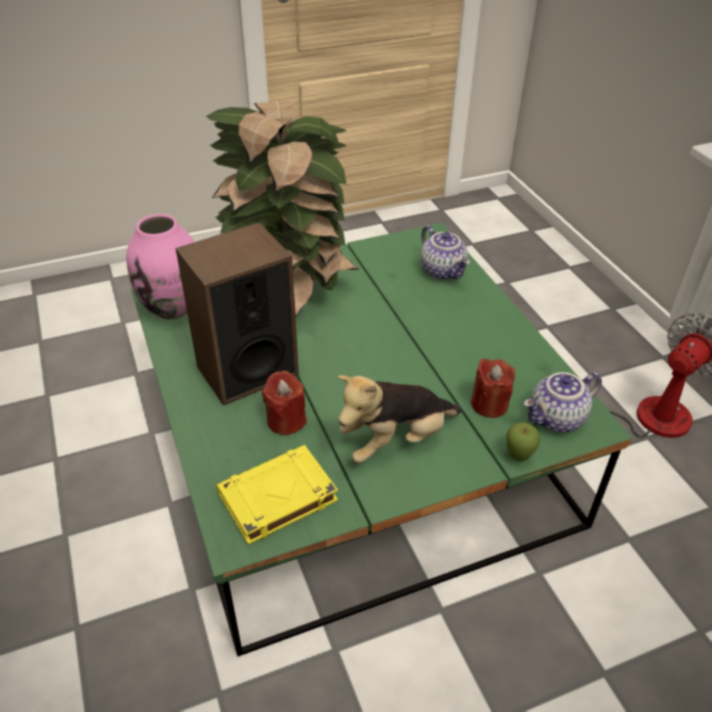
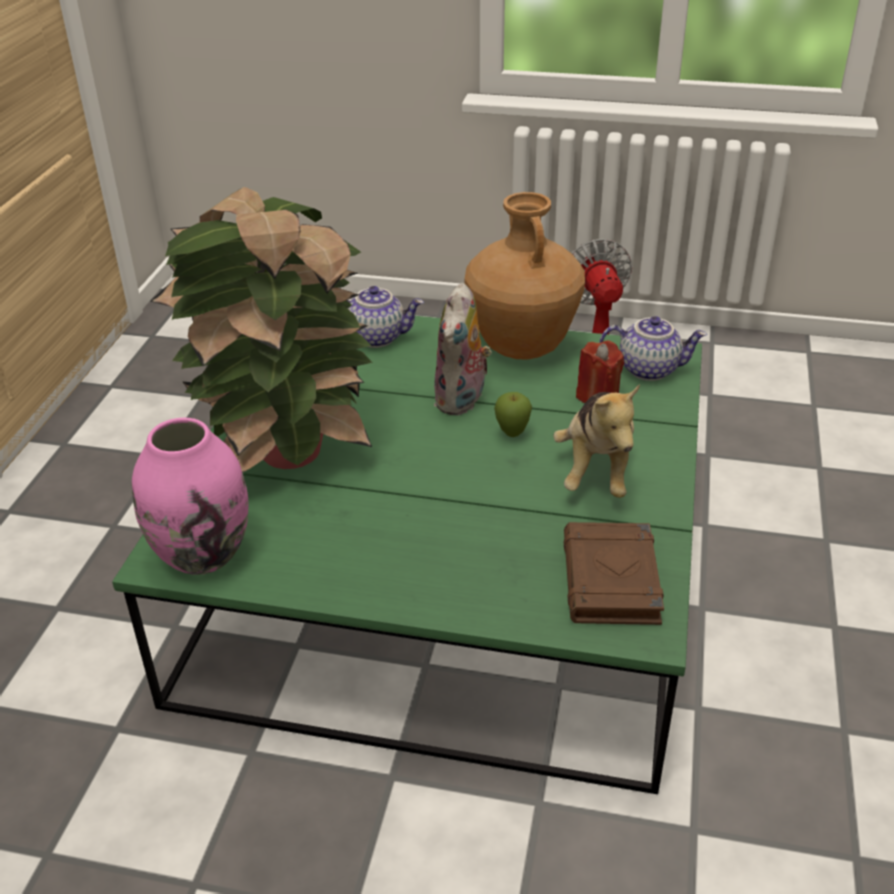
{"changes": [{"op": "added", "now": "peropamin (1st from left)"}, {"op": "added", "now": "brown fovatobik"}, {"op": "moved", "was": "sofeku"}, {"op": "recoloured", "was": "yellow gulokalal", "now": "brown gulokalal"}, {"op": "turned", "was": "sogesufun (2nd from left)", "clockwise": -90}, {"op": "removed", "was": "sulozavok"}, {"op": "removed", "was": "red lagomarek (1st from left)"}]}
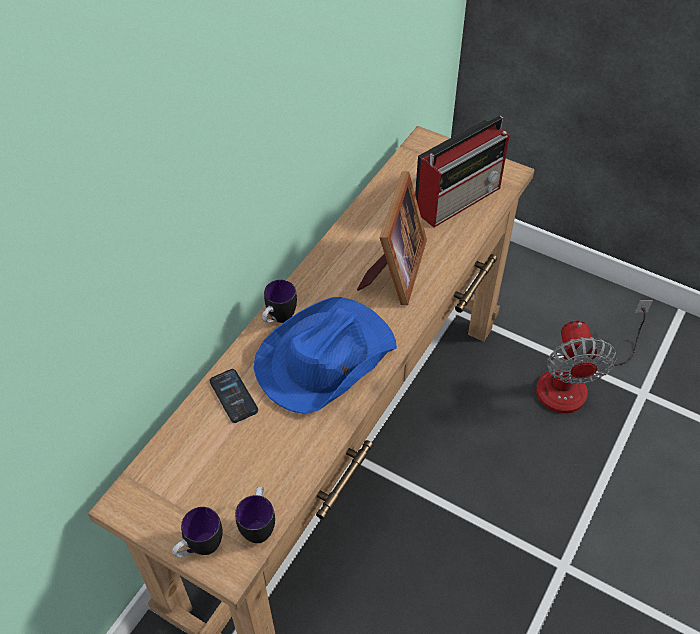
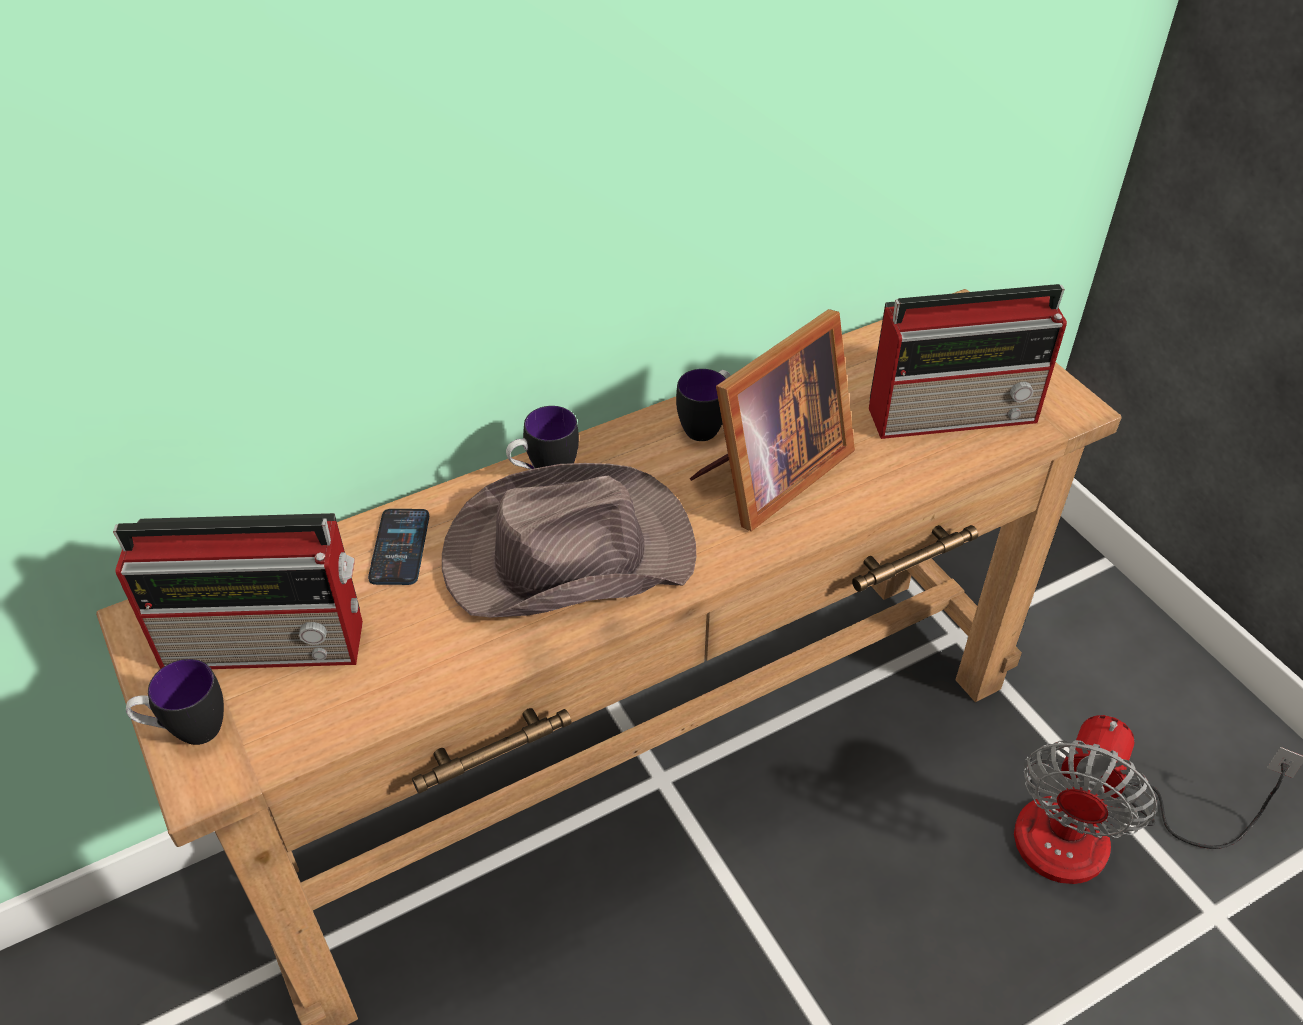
{"changes": [{"op": "added", "now": "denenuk (1st from left)"}, {"op": "recoloured", "was": "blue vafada", "now": "brown vafada"}, {"op": "moved", "was": "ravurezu (2nd from left in the first image)", "now": "ravurezu (3rd from left)"}]}
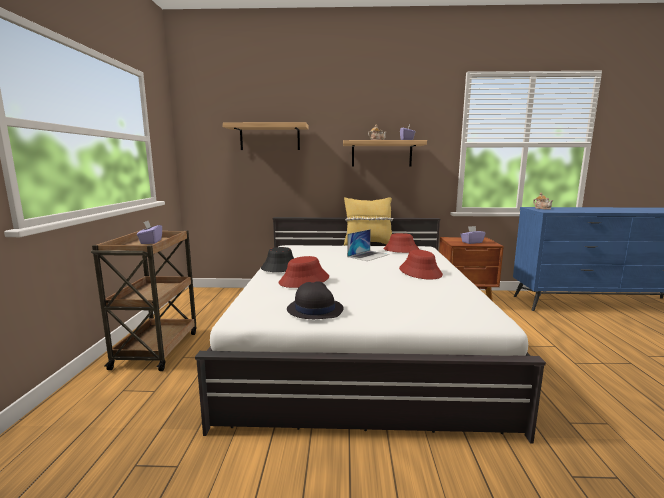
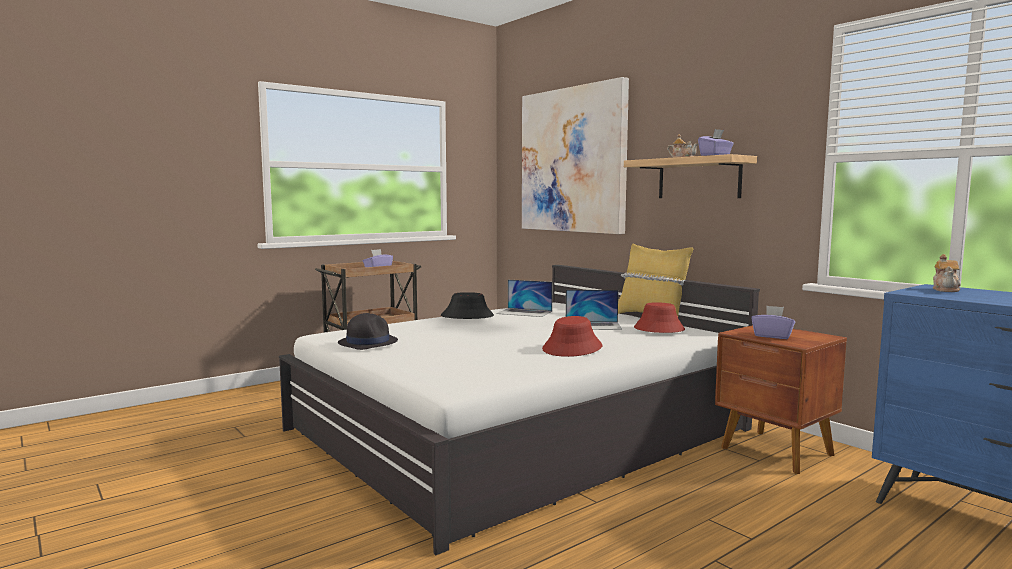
{"changes": [{"op": "added", "now": "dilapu (1st from left)"}, {"op": "replaced", "was": "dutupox (1st from left)", "now": "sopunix"}, {"op": "removed", "was": "red vafada (1st from left)"}]}
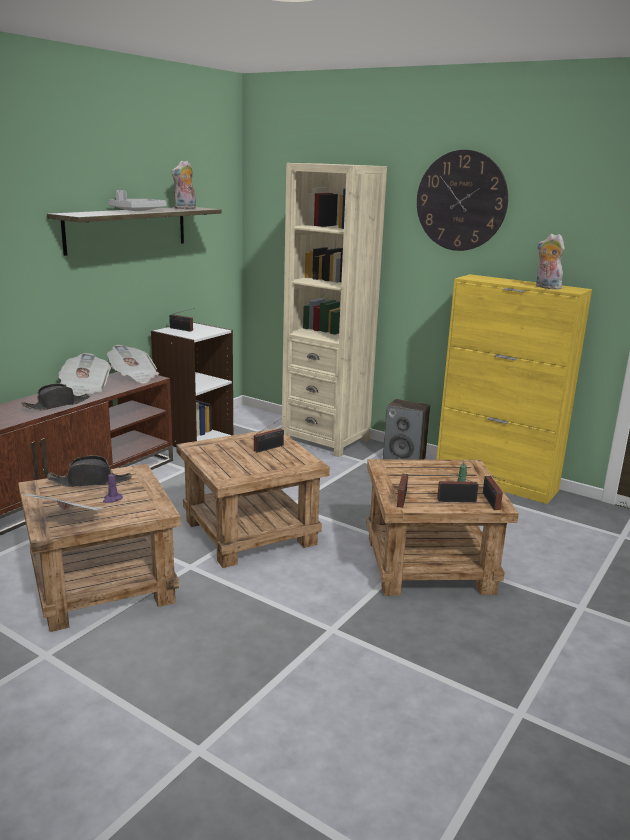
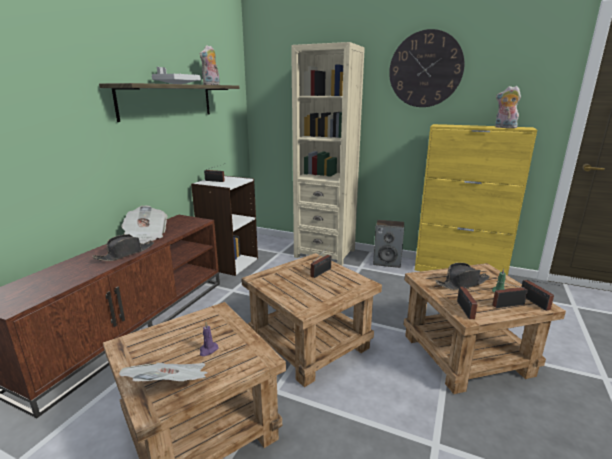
{"changes": [{"op": "moved", "was": "black vafada (2nd from left)"}, {"op": "removed", "was": "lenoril (3rd from left)"}]}
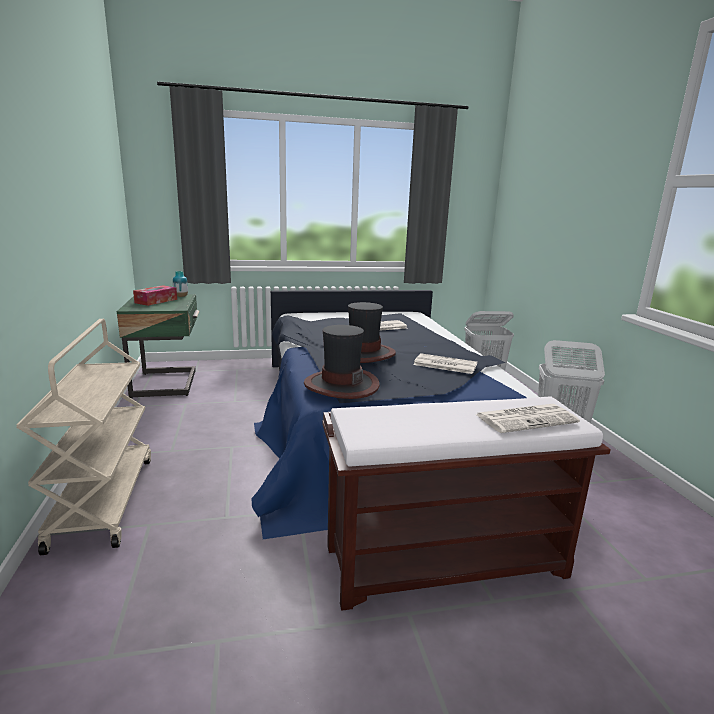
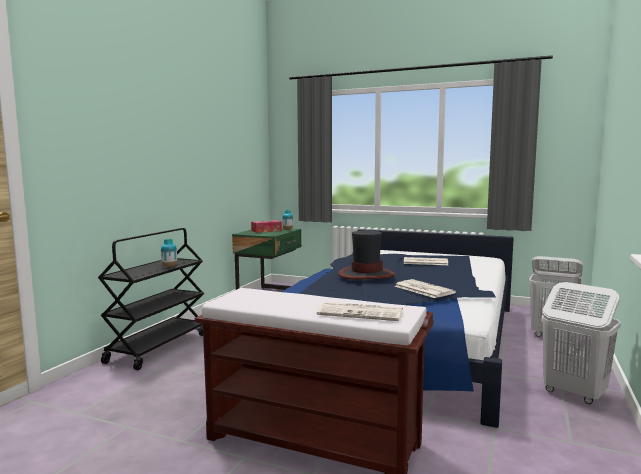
{"changes": [{"op": "recoloured", "was": "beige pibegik", "now": "black pibegik"}, {"op": "added", "now": "fovatobik (1st from left)"}, {"op": "removed", "was": "vafada (1st from left)"}]}
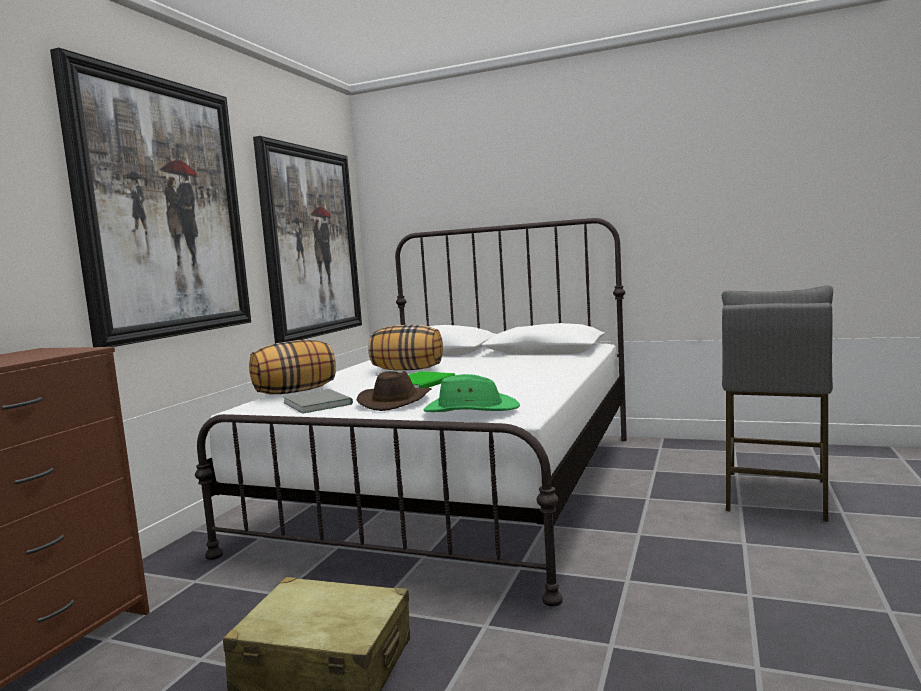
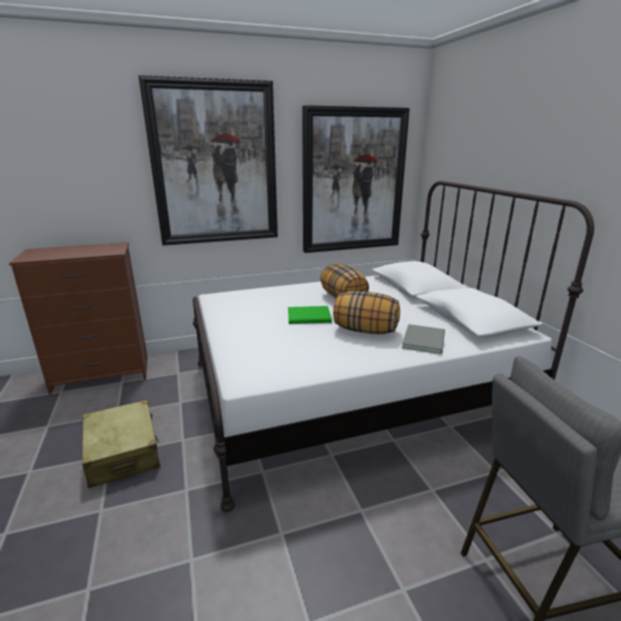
{"changes": [{"op": "moved", "was": "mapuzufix (1st from left in the first image)", "now": "mapuzufix (2nd from left)"}, {"op": "moved", "was": "grey gulokalal"}, {"op": "removed", "was": "brown vafada"}, {"op": "removed", "was": "green vafada"}]}
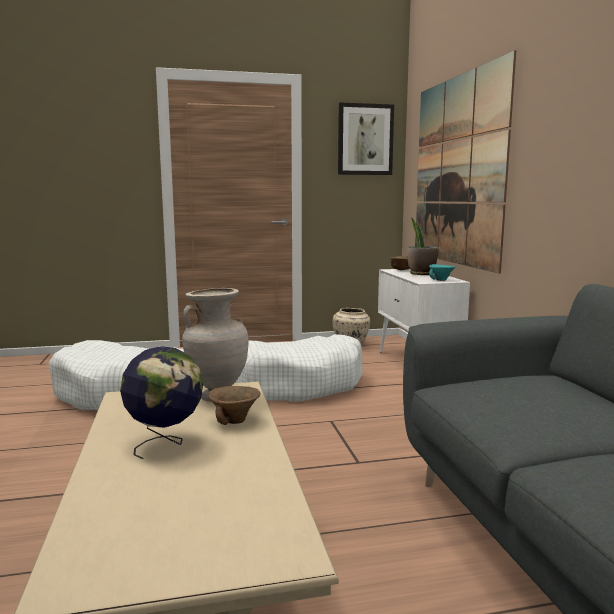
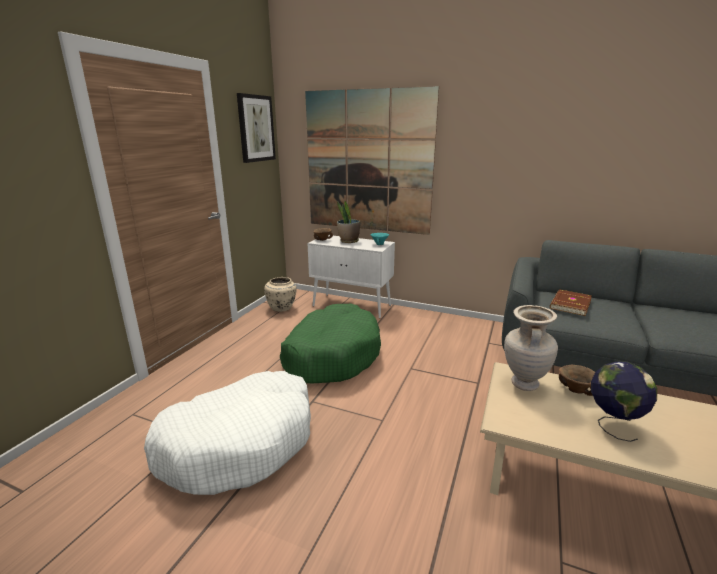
{"changes": [{"op": "recoloured", "was": "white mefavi (2nd from left)", "now": "green mefavi"}, {"op": "added", "now": "brown gulokalal"}]}
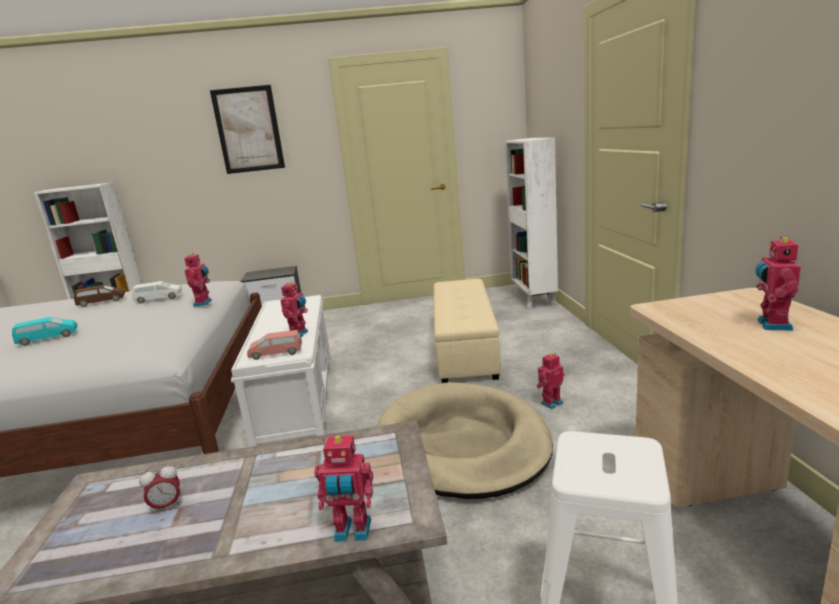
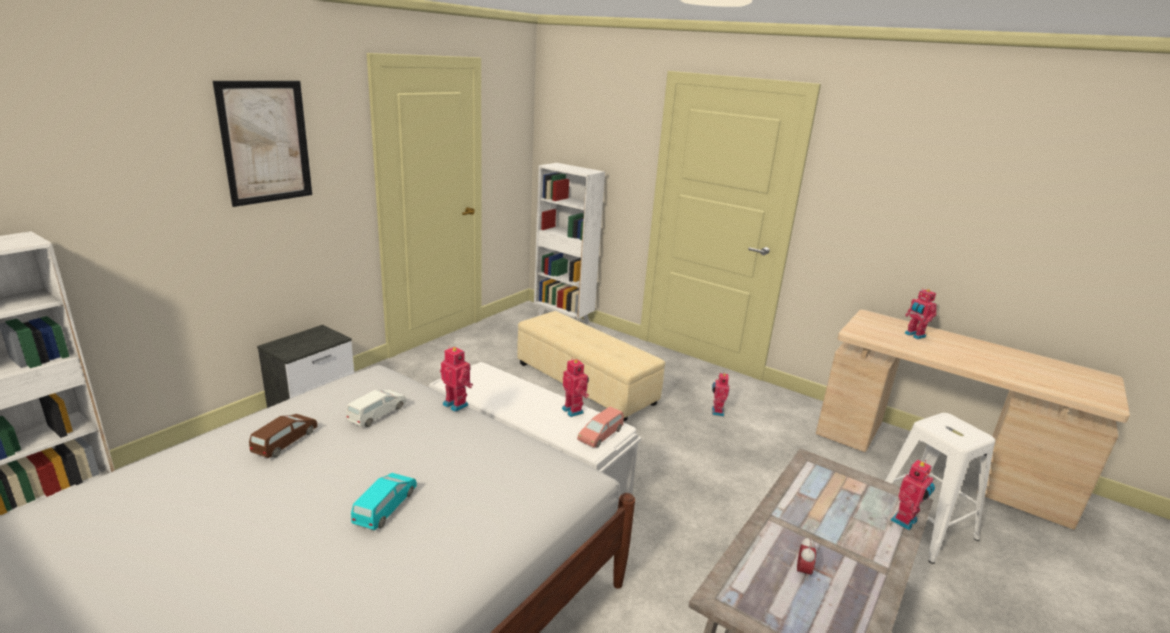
{"changes": [{"op": "removed", "was": "beige mefavi"}]}
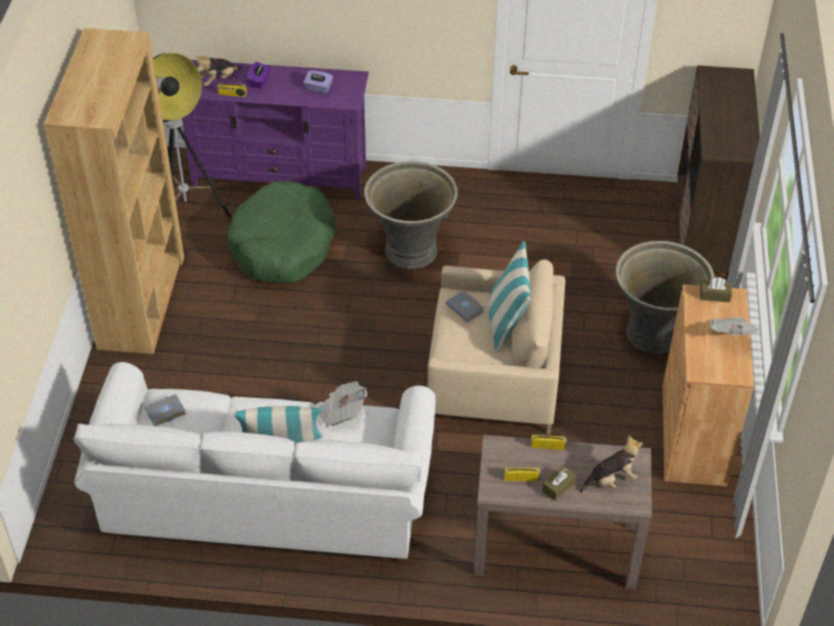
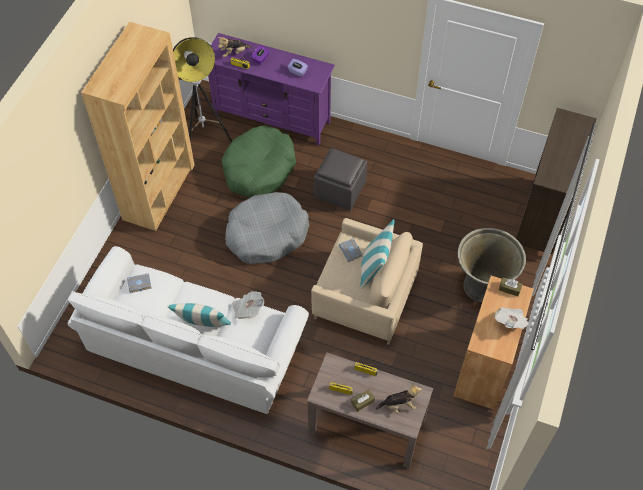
{"changes": [{"op": "added", "now": "grey mefavi"}, {"op": "replaced", "was": "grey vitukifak (1st from left)", "now": "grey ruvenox"}]}
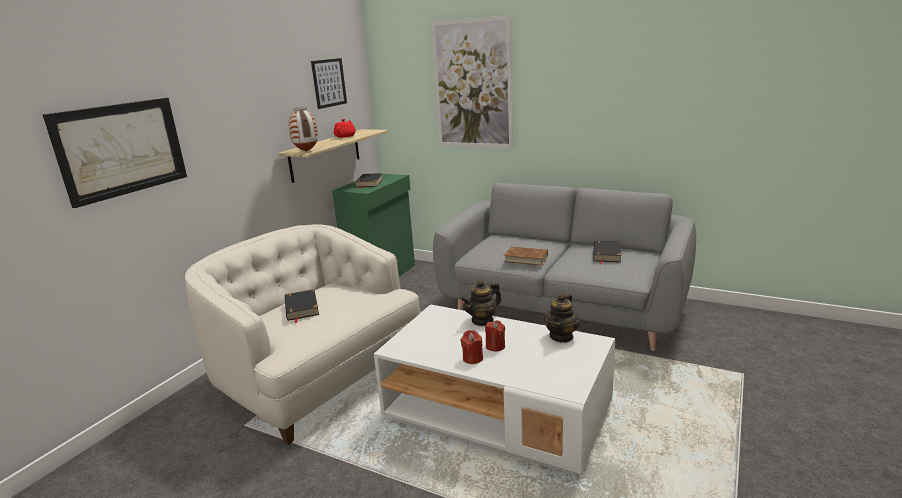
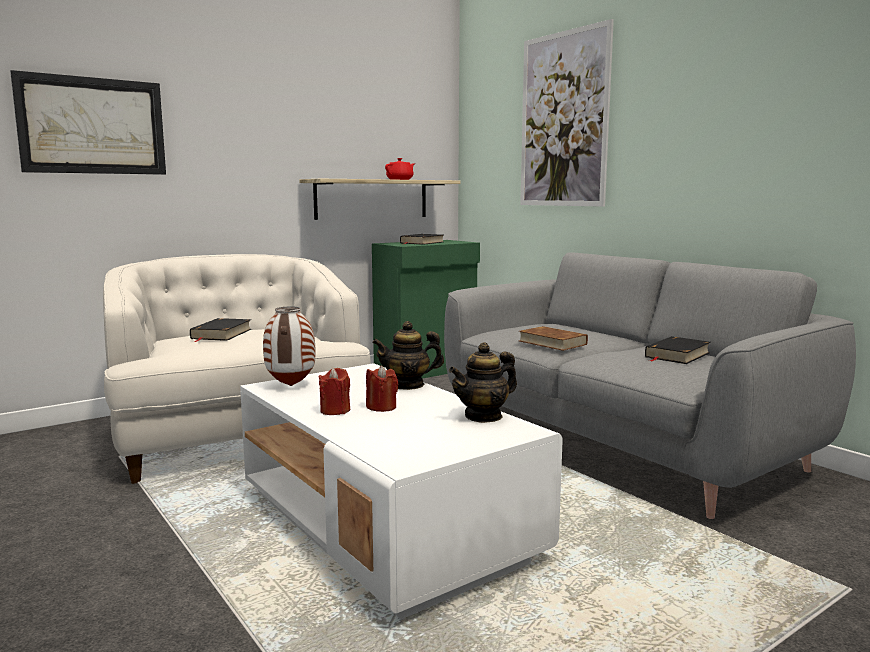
{"changes": [{"op": "moved", "was": "fovatobik"}, {"op": "removed", "was": "sopunix (2nd from left)"}]}
